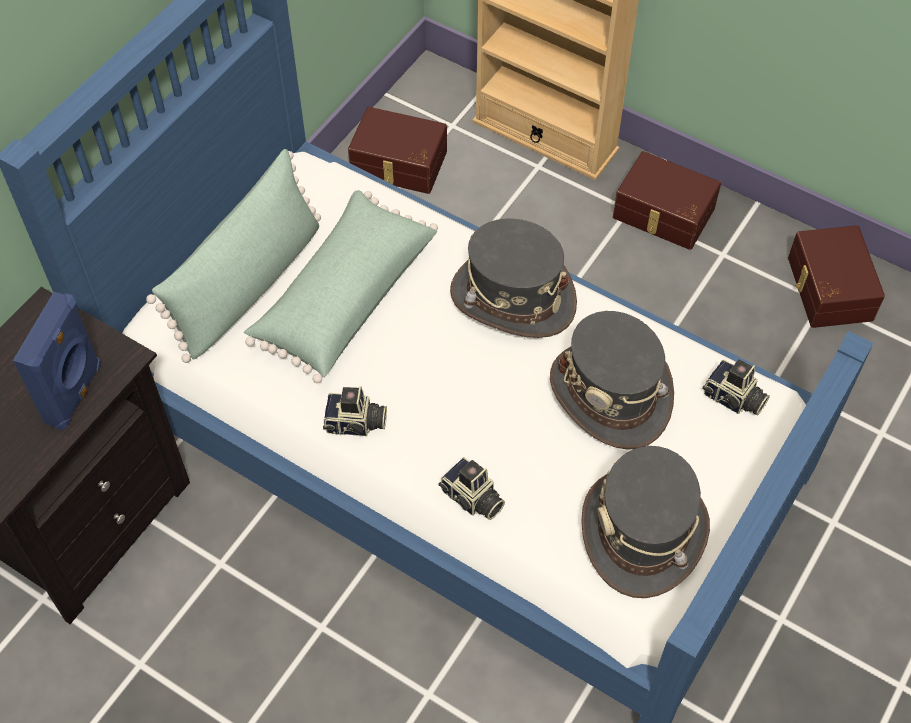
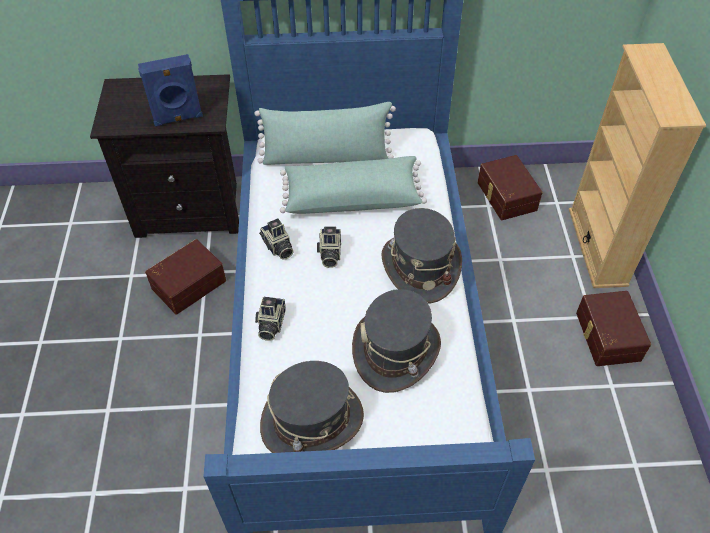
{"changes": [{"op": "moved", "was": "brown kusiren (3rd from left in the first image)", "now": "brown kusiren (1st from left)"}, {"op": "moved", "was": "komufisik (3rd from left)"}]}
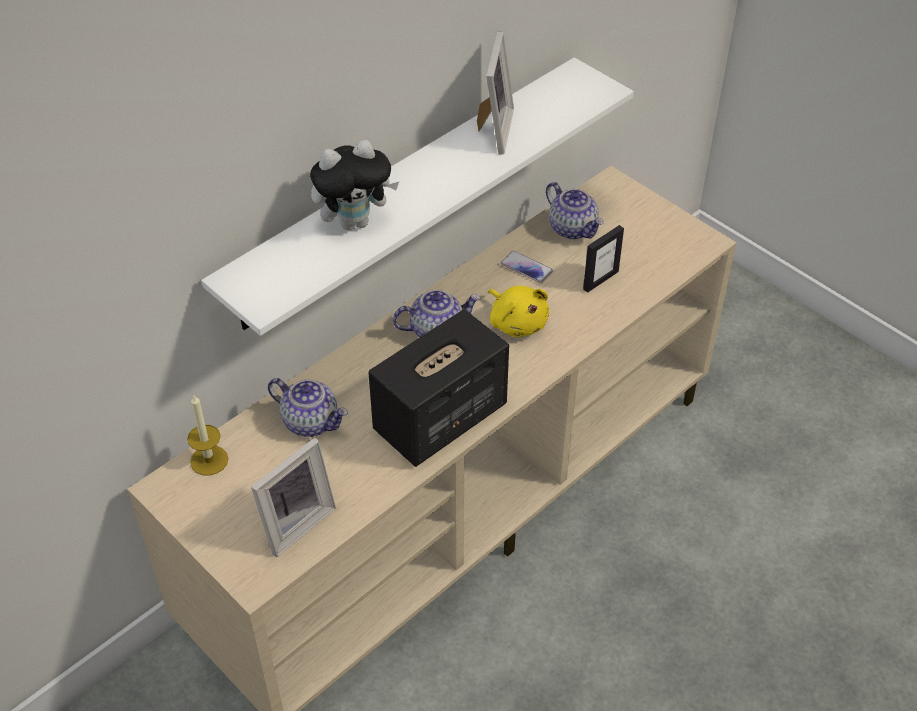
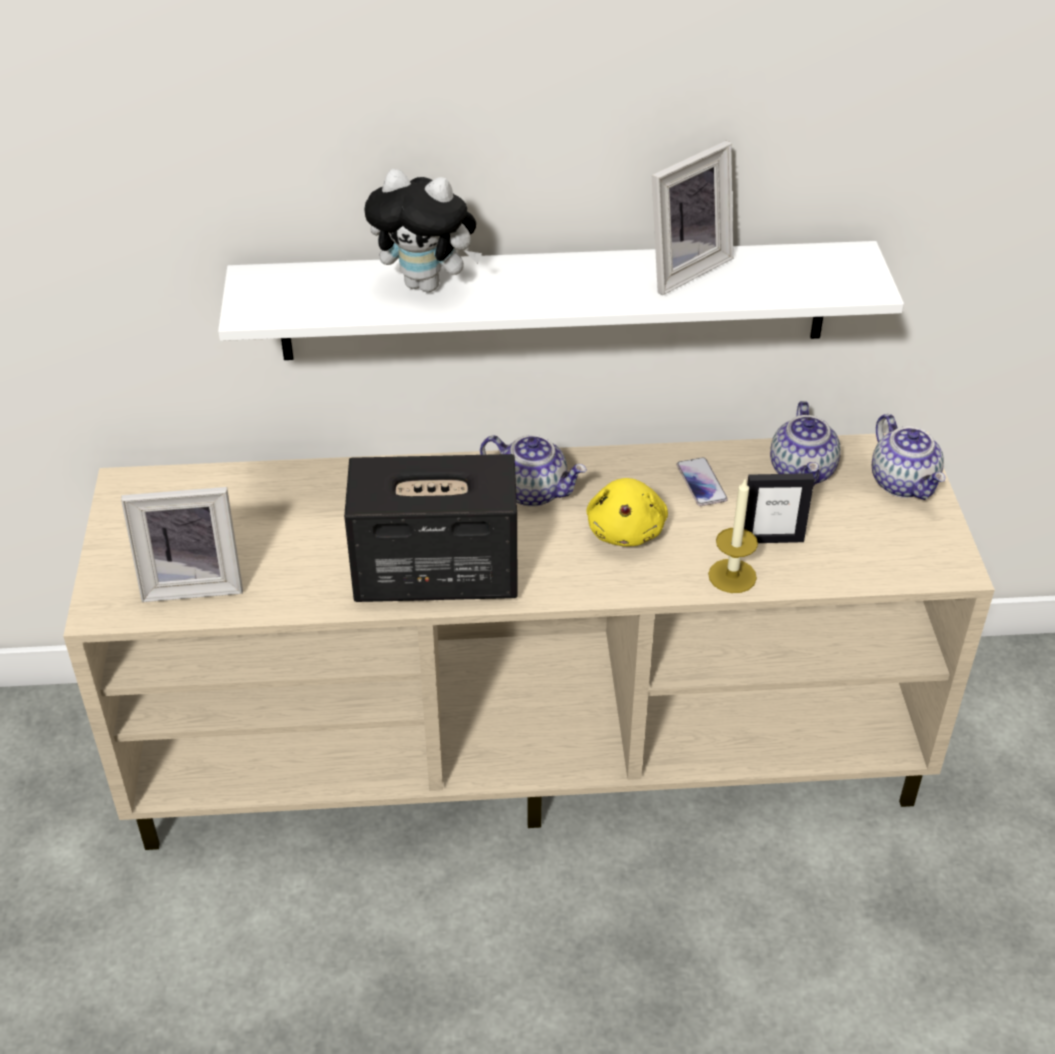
{"changes": [{"op": "moved", "was": "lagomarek"}, {"op": "moved", "was": "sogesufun (1st from left in the first image)", "now": "sogesufun (3rd from left)"}]}
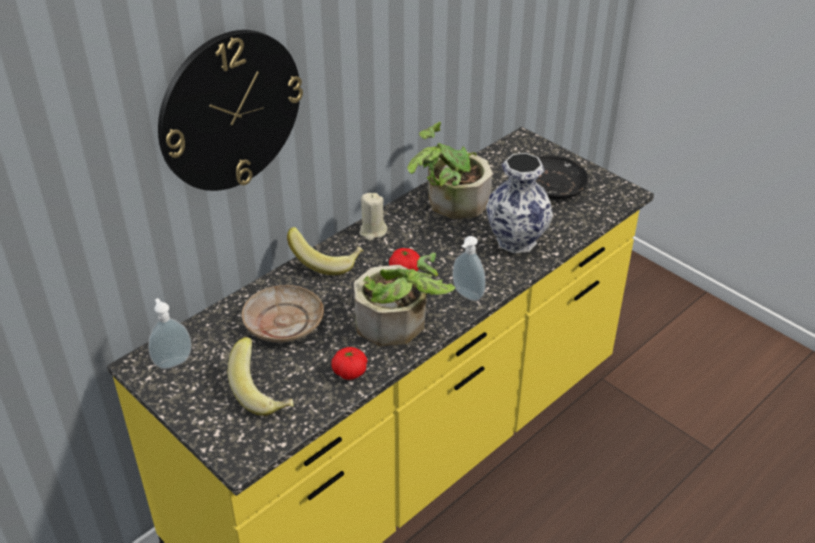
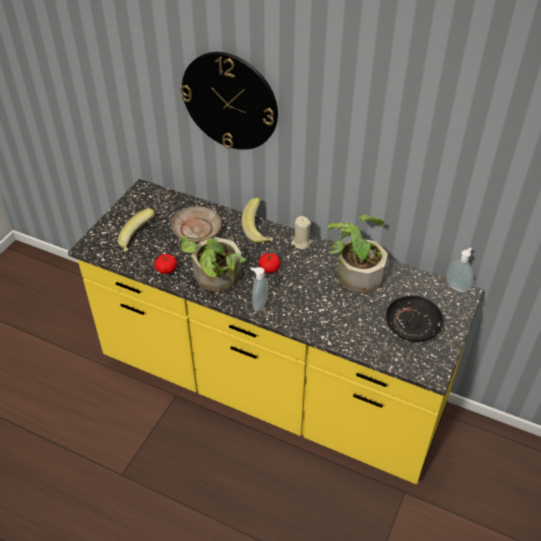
{"changes": [{"op": "moved", "was": "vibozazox (1st from left in the first image)", "now": "vibozazox (2nd from left)"}, {"op": "removed", "was": "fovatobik"}]}
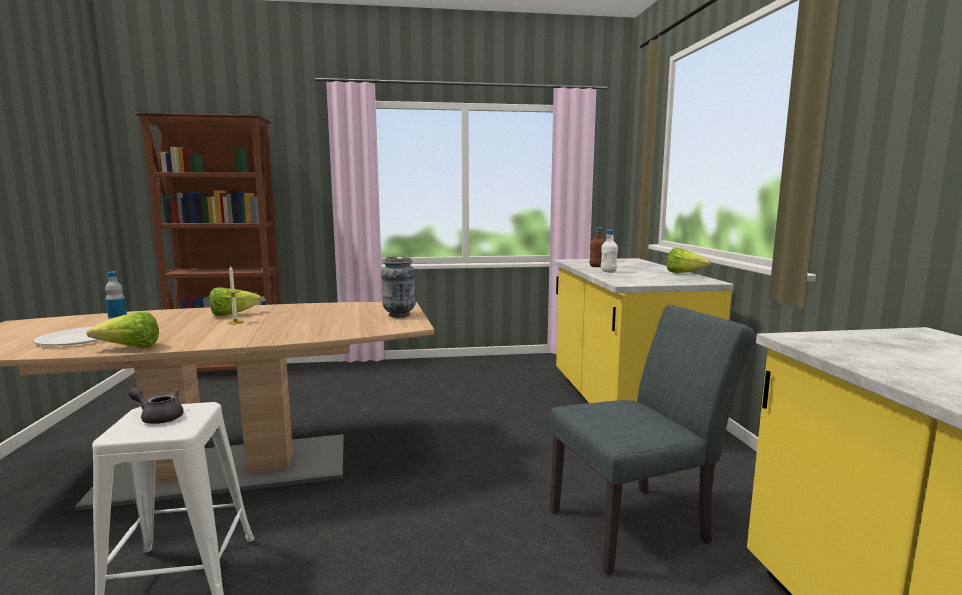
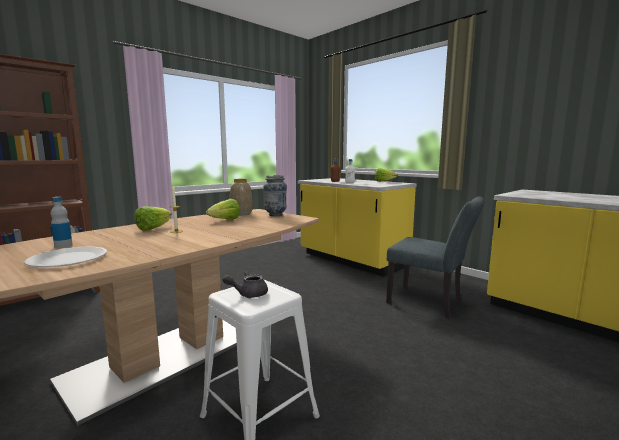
{"changes": [{"op": "moved", "was": "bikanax (1st from left in the first image)", "now": "bikanax (2nd from left)"}, {"op": "added", "now": "fovatobik (1st from left)"}, {"op": "turned", "was": "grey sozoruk", "clockwise": 90}]}
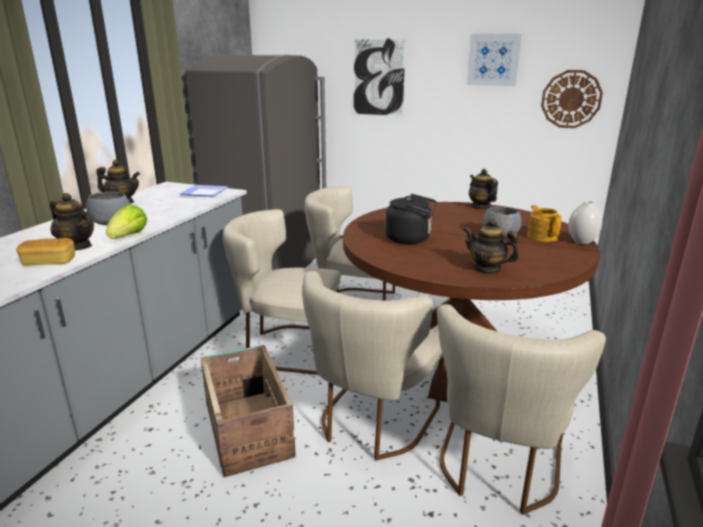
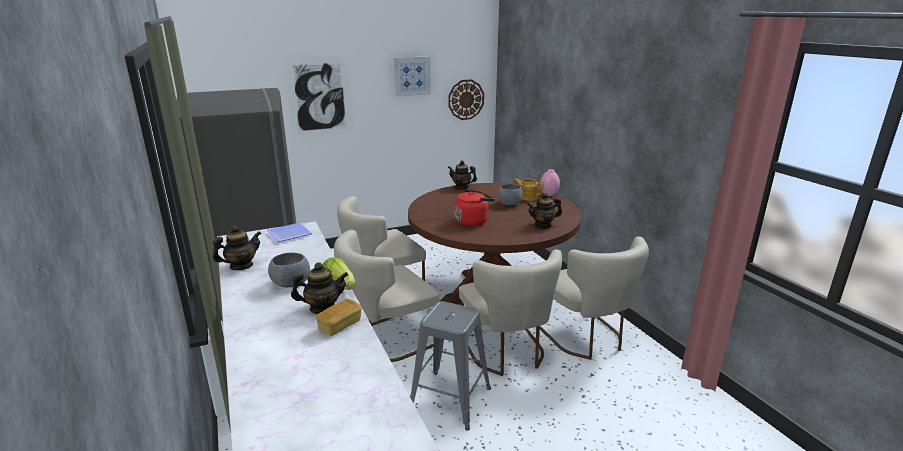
{"changes": [{"op": "replaced", "was": "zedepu", "now": "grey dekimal"}, {"op": "recoloured", "was": "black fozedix", "now": "red fozedix"}, {"op": "recoloured", "was": "white fovatobik", "now": "pink fovatobik"}]}
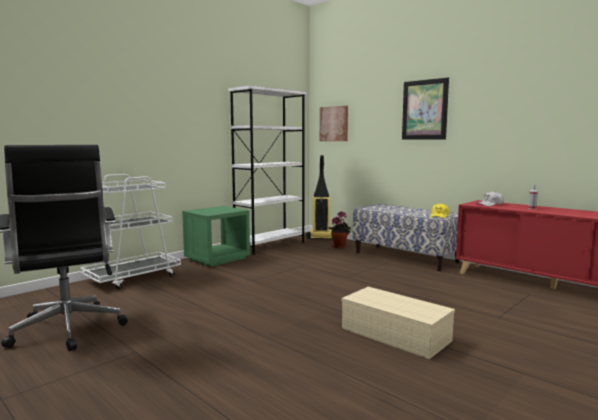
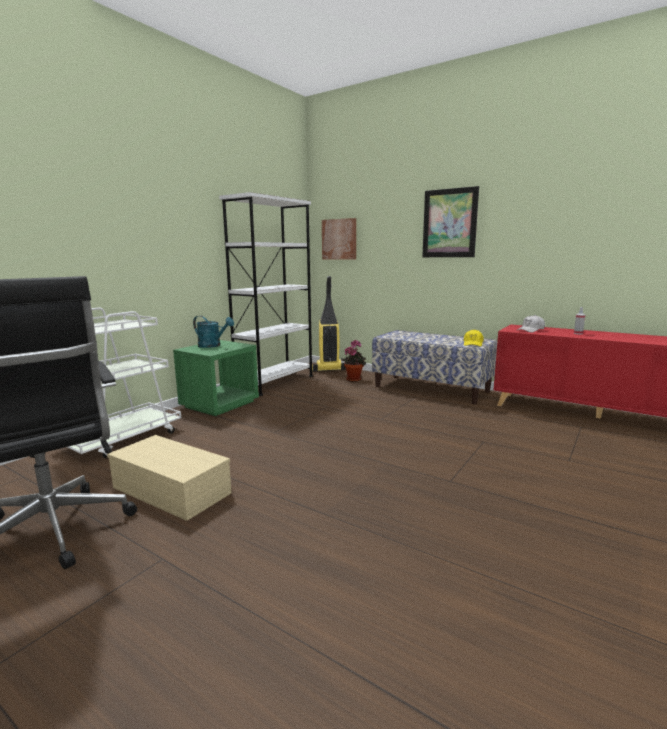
{"changes": [{"op": "moved", "was": "beige kusiren"}, {"op": "added", "now": "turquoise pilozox"}]}
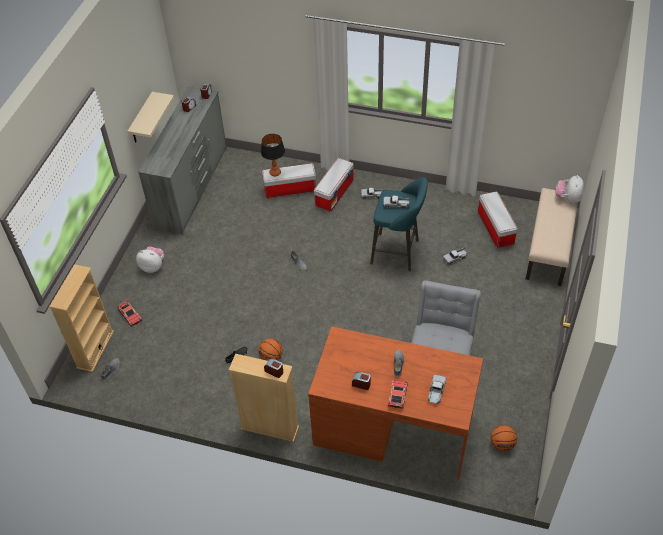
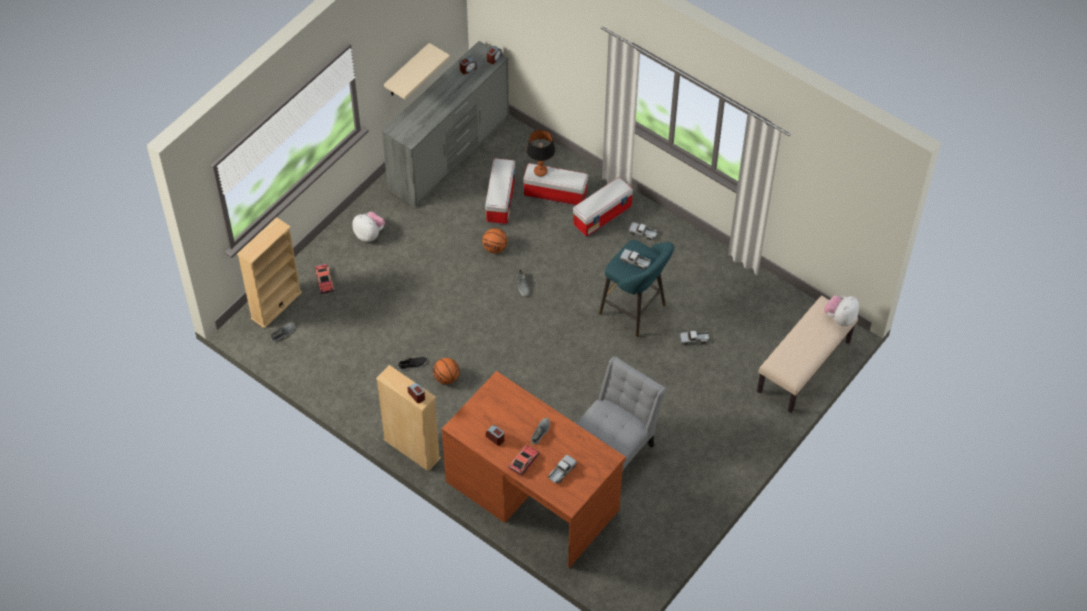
{"changes": [{"op": "moved", "was": "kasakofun (2nd from left)"}, {"op": "moved", "was": "kusiren (3rd from left in the first image)", "now": "kusiren (1st from left)"}]}
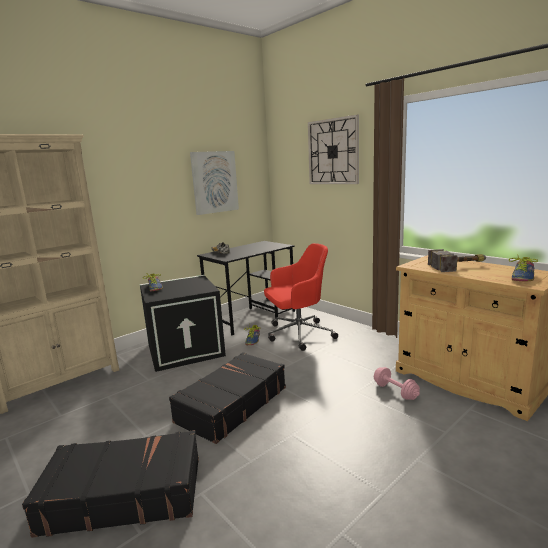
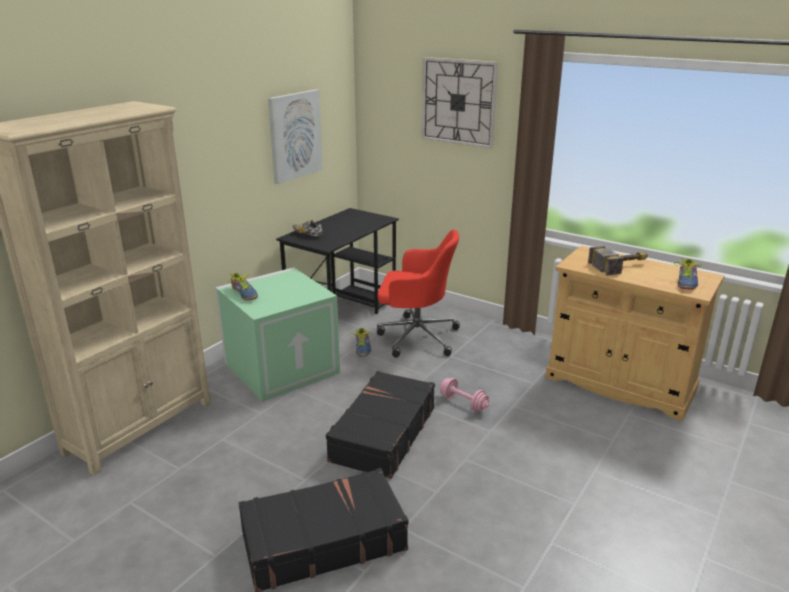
{"changes": [{"op": "recoloured", "was": "black kusiren", "now": "green kusiren"}, {"op": "turned", "was": "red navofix", "clockwise": 45}, {"op": "moved", "was": "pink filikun"}]}
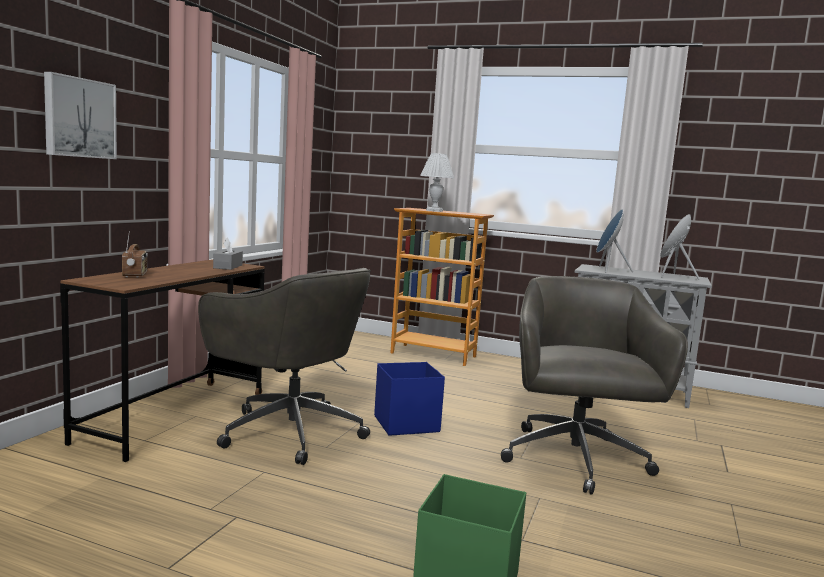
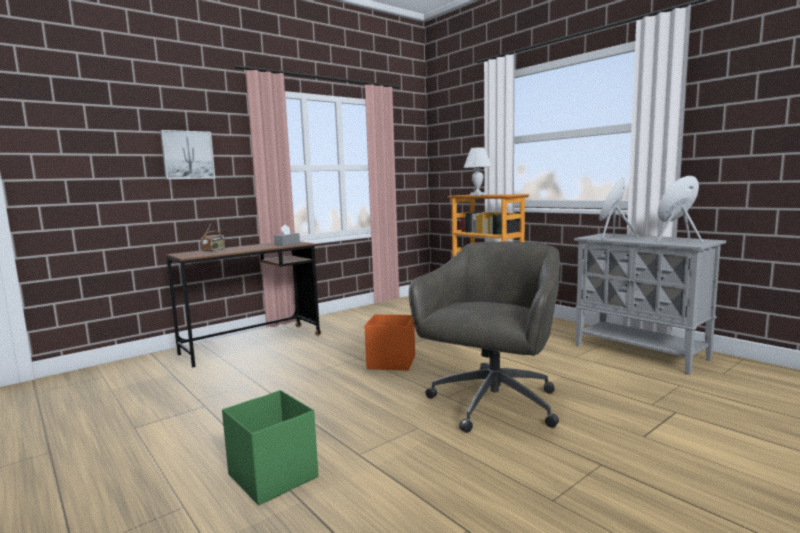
{"changes": [{"op": "recoloured", "was": "blue kusiren", "now": "orange kusiren"}, {"op": "removed", "was": "grey navofix (1st from left)"}]}
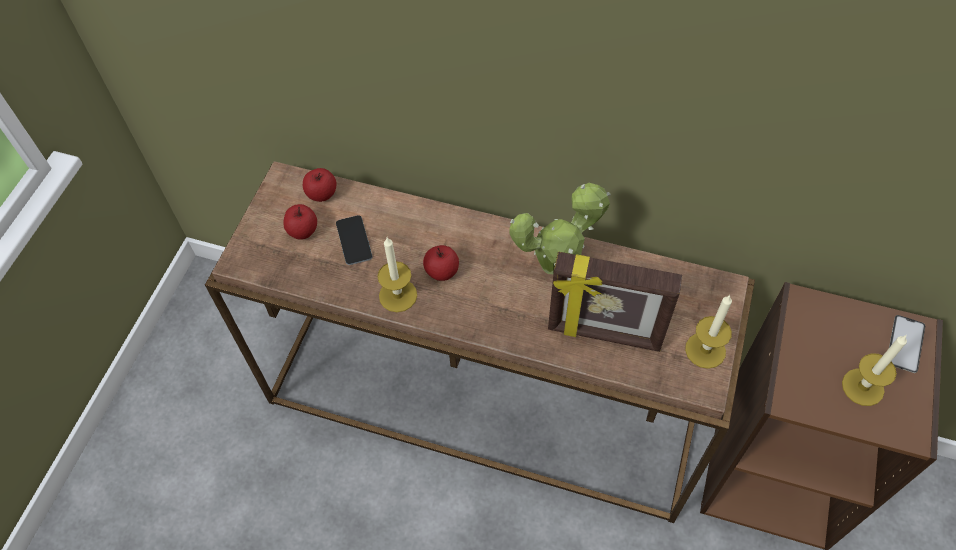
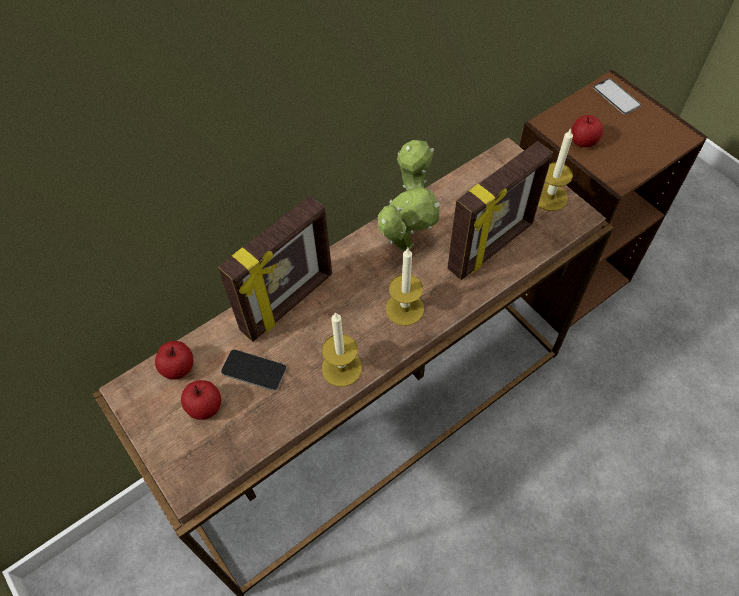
{"changes": [{"op": "added", "now": "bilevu (1st from left)"}, {"op": "moved", "was": "lagomarek (3rd from left in the first image)", "now": "lagomarek (2nd from left)"}, {"op": "moved", "was": "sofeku (3rd from left)"}]}
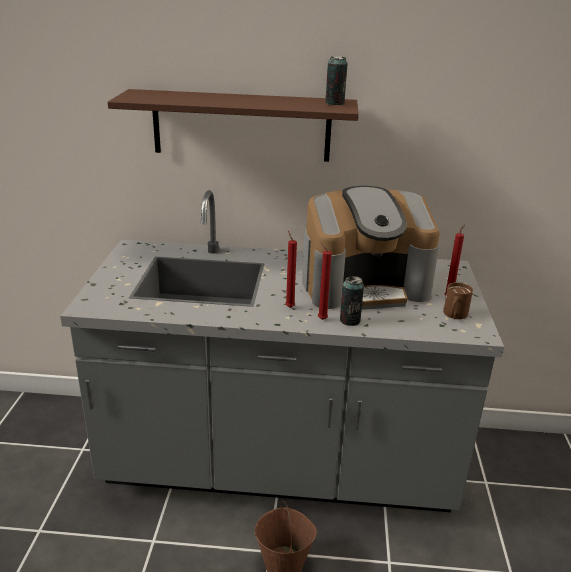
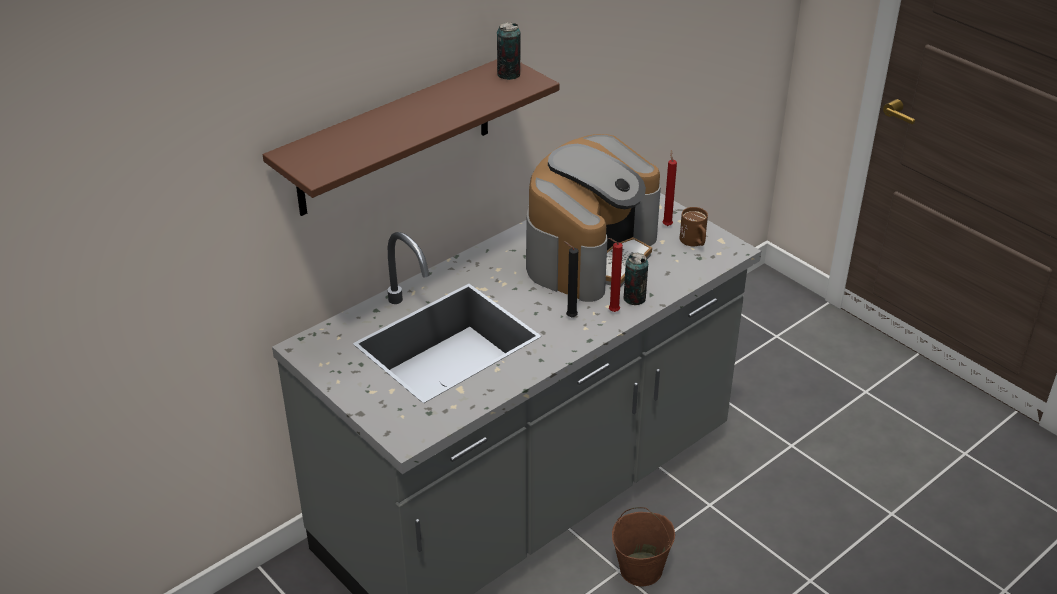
{"changes": [{"op": "recoloured", "was": "red lagomarek (1st from left)", "now": "black lagomarek"}]}
